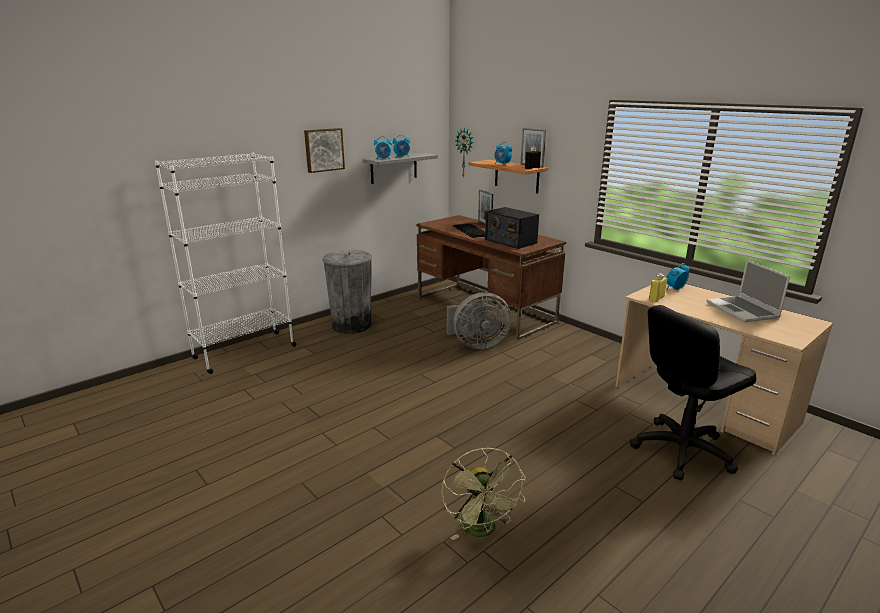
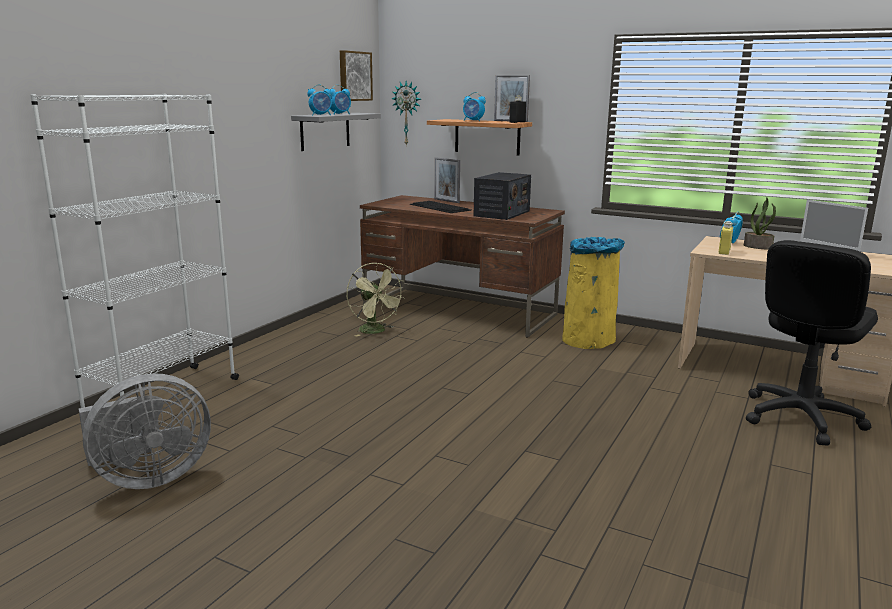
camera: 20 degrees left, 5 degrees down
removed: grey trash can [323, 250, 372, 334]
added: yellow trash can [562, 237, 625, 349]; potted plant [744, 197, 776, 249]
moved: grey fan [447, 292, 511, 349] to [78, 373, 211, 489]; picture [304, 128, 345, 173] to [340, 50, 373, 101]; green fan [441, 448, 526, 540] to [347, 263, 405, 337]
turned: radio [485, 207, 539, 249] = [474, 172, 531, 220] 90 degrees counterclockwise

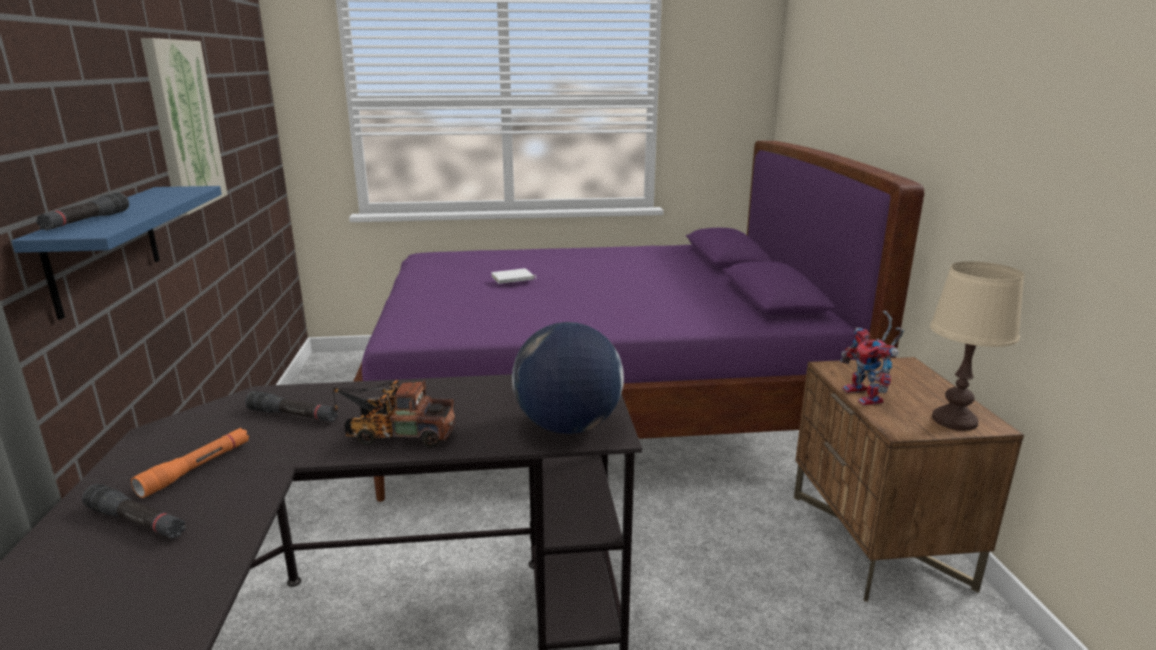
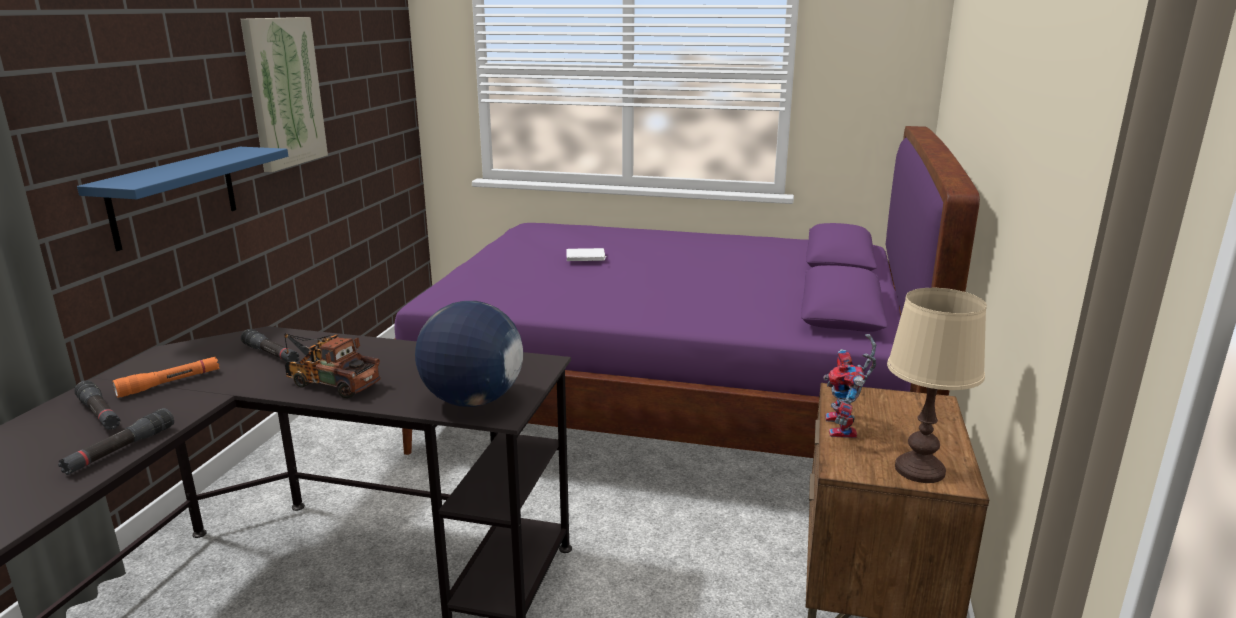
camera: 20 degrees right, 0 degrees up
moved: black flashlight [36, 193, 129, 230] to [58, 408, 174, 475]

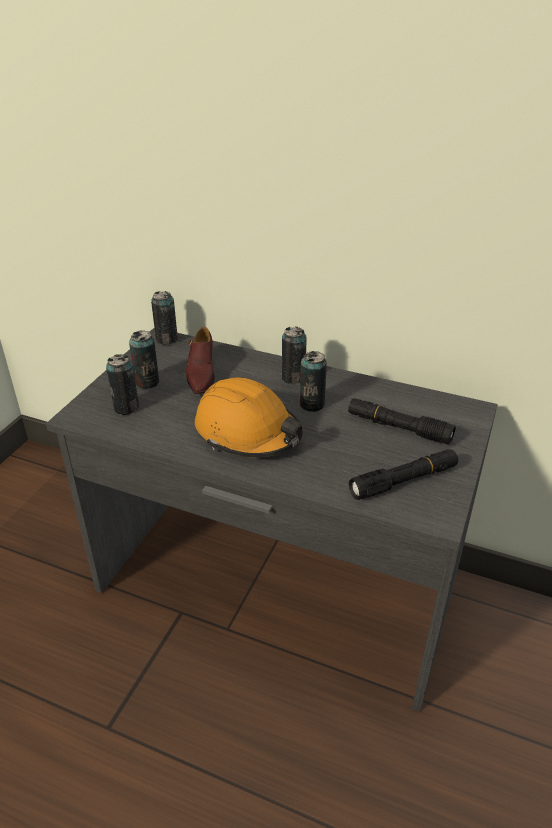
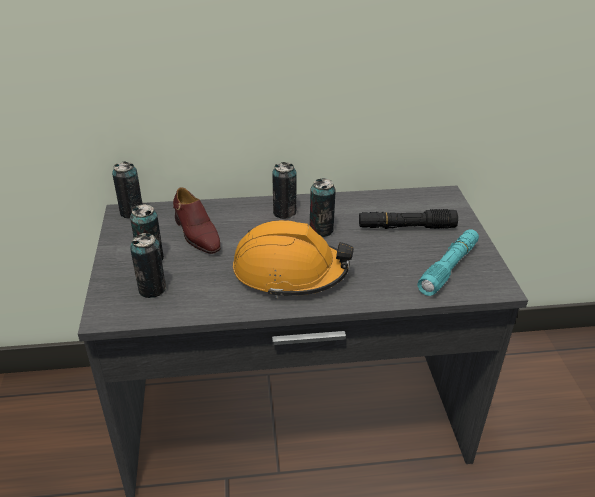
camera: 30 degrees left, 0 degrees up
recoloured: black flashlight [349, 449, 458, 500] to turquoise flashlight [418, 229, 479, 296]

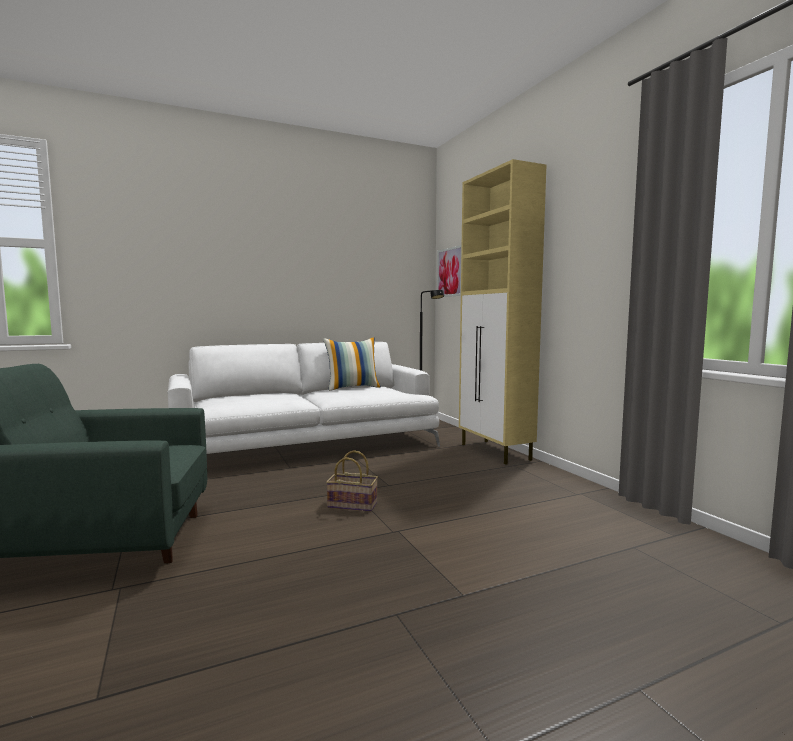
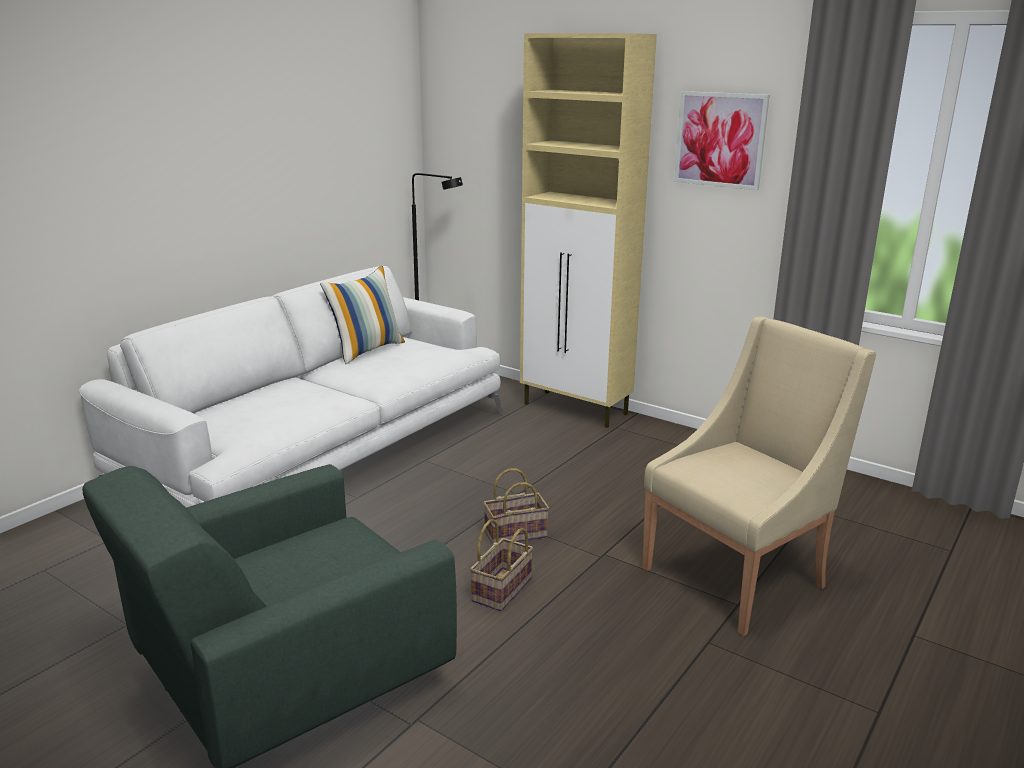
camera: 30 degrees left, 15 degrees up
added: basket [470, 519, 533, 611]; beige armchair [642, 317, 876, 636]
moved: picture [437, 245, 462, 297] to [674, 91, 770, 190]

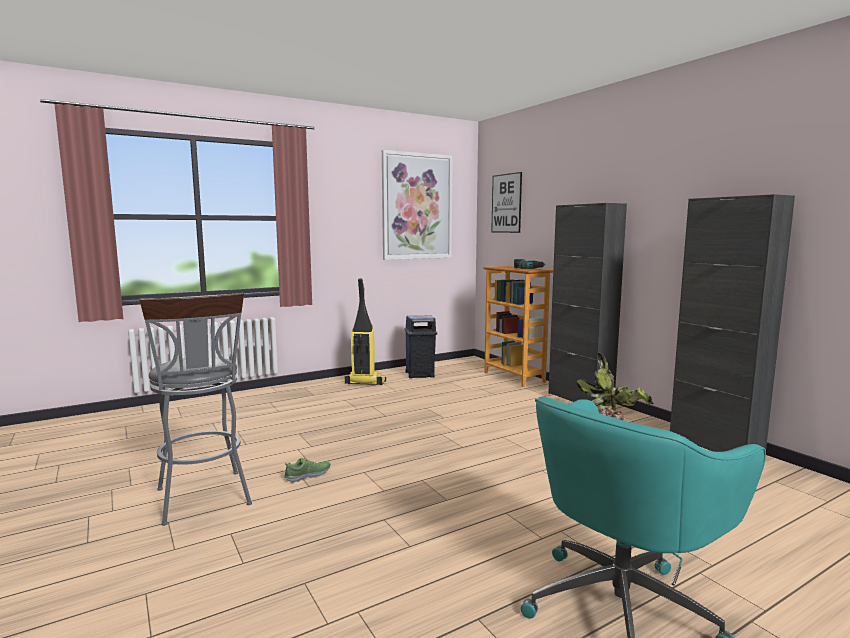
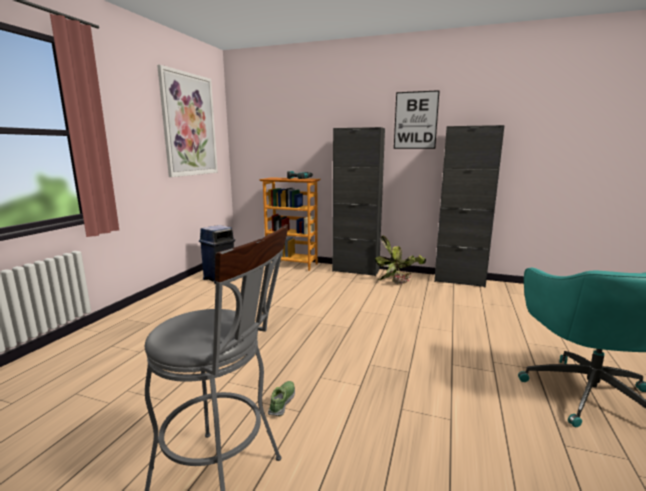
camera: 40 degrees left, 5 degrees up
removed: vacuum cleaner [345, 278, 386, 385]
moved: picture [491, 172, 522, 233] to [394, 90, 440, 149]

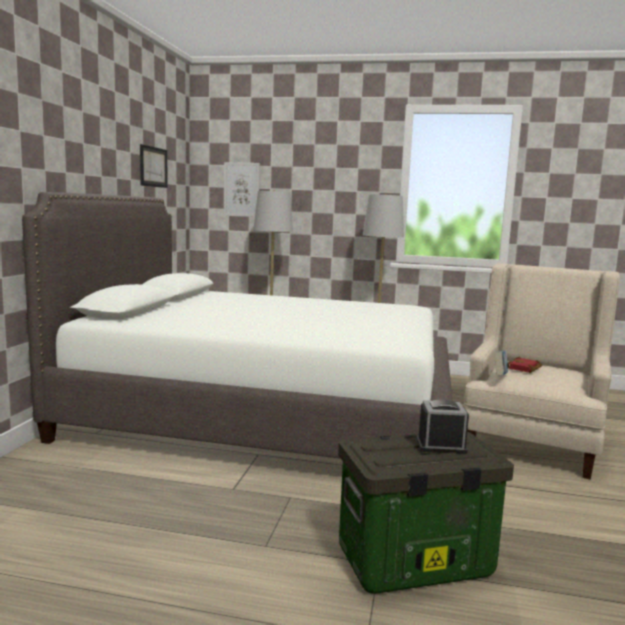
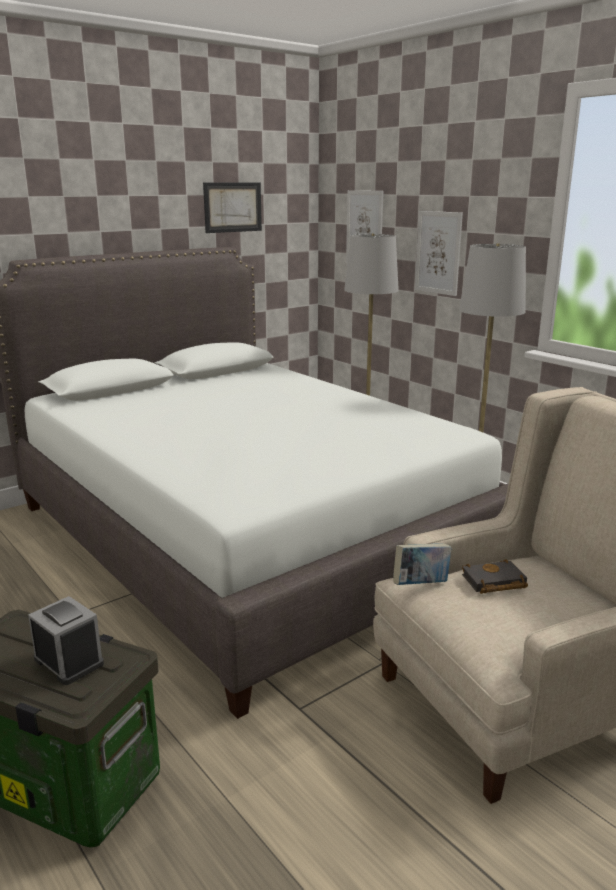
camera: 40 degrees right, 10 degrees up
added: picture [415, 211, 463, 296]
recoloured: red book [507, 357, 542, 373] to black book [462, 559, 528, 594]

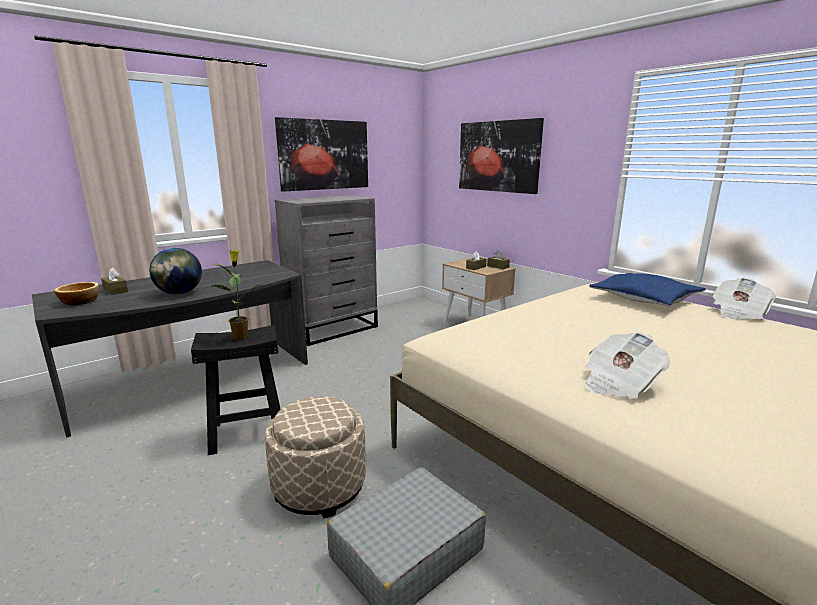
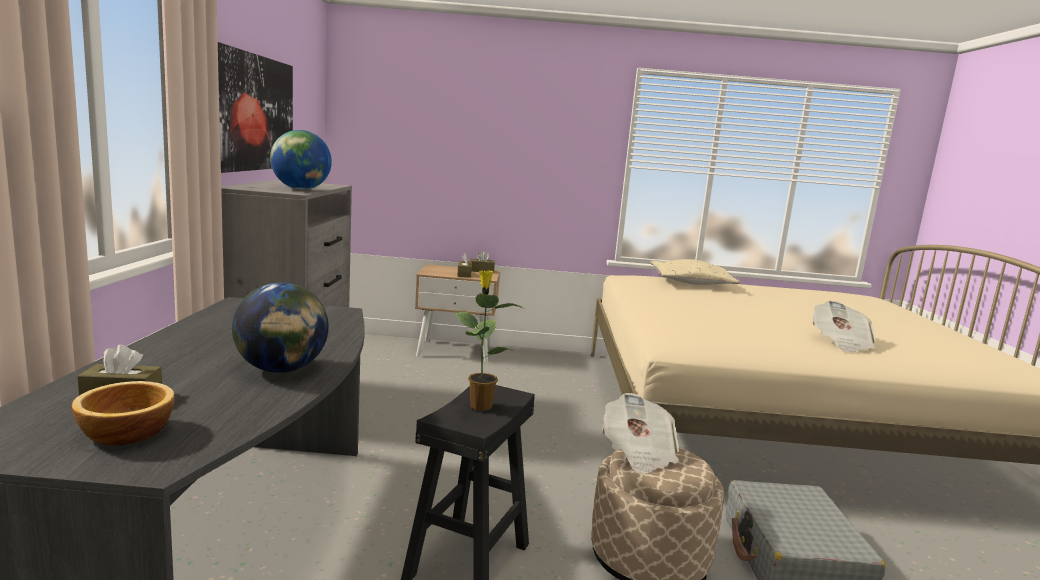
camera: 50 degrees left, 5 degrees down
removed: picture [459, 118, 544, 194]
added: globe [270, 130, 332, 190]
moved: newspaper [712, 278, 776, 320] to [602, 393, 679, 474]
recoloured: blue pillow [589, 273, 706, 306] to beige pillow [650, 259, 740, 285]

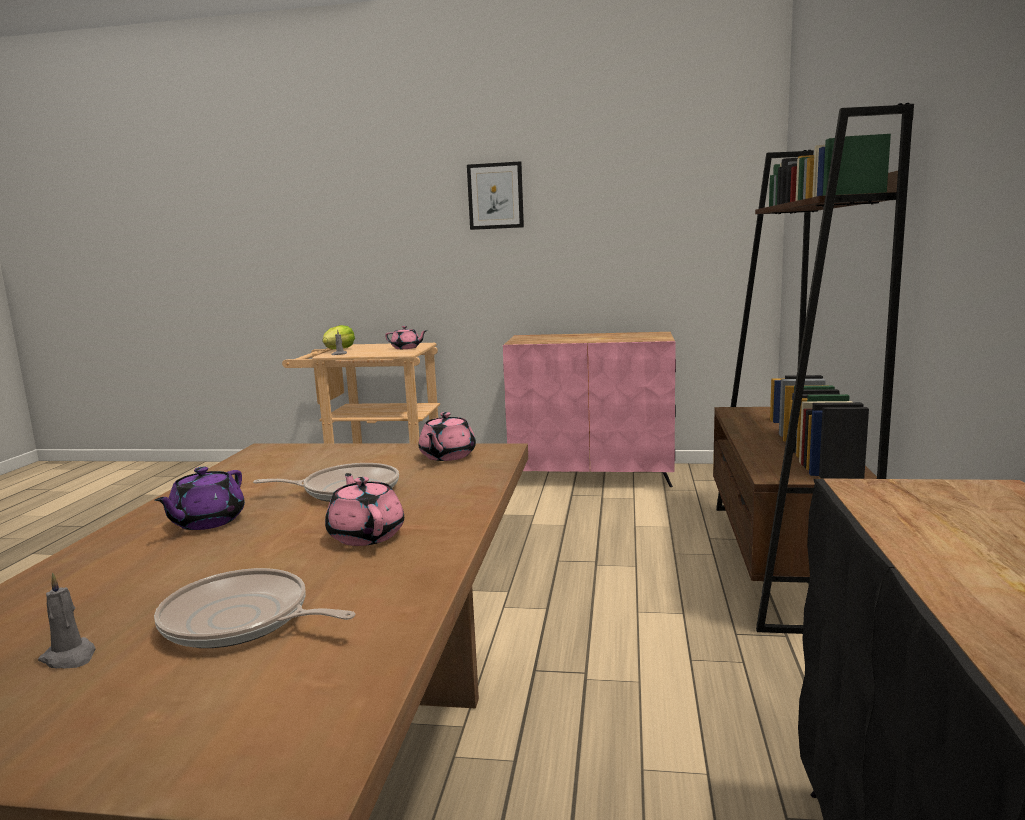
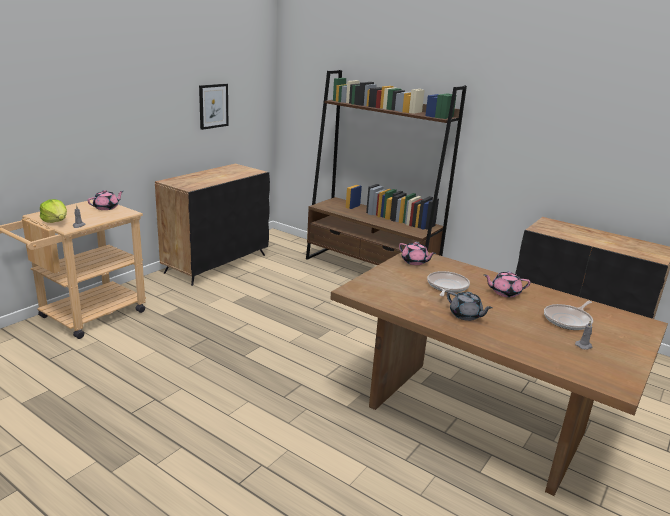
camera: 65 degrees left, 10 degrees up
moved: picture [467, 161, 524, 230] to [199, 84, 228, 130]
recoloured: pink cabinet [503, 332, 676, 487] to black cabinet [155, 164, 270, 286]; purple teapot [155, 467, 245, 530] to grey teapot [447, 292, 493, 321]

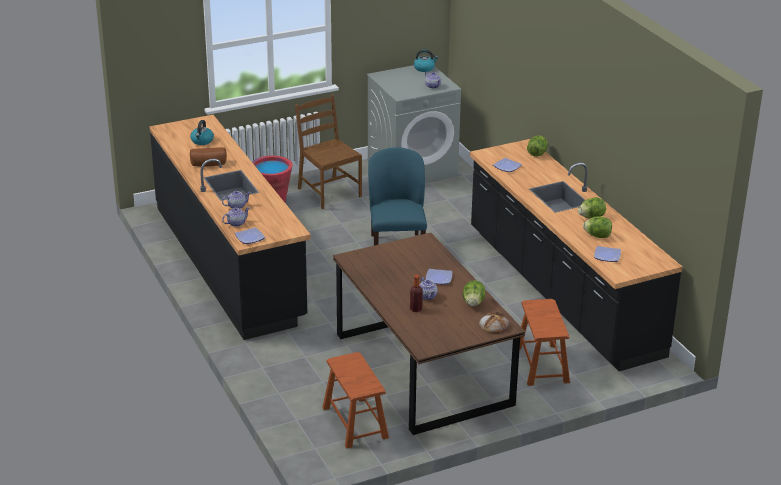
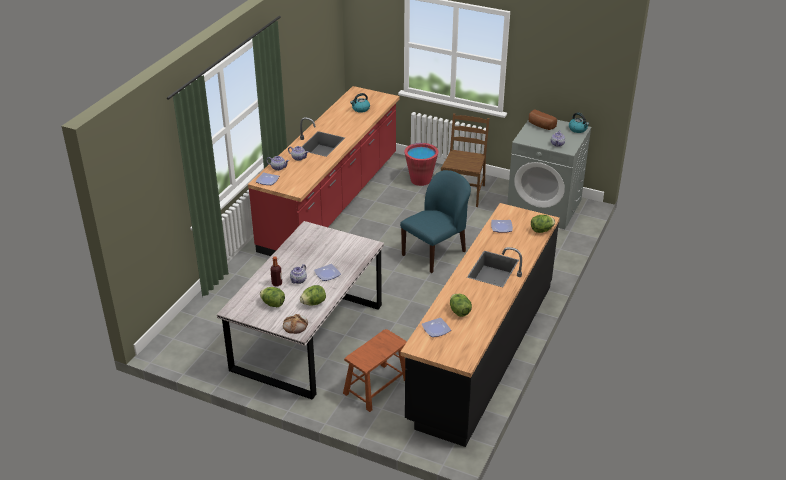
camera: 50 degrees right, 5 degrees up
removed: brown stool [322, 352, 389, 449]
moved: lettuce [578, 197, 606, 218] to [260, 287, 285, 307]; bread [190, 147, 227, 167] to [529, 109, 557, 130]
recoloured: brown dining table [333, 233, 525, 435] to grey dining table [217, 221, 384, 400]; black counter [149, 115, 311, 340] to red counter [248, 86, 400, 256]

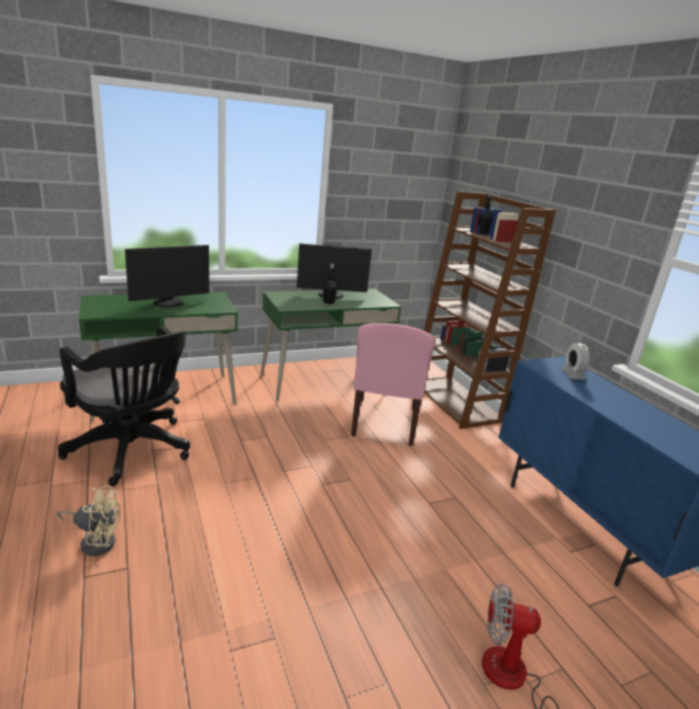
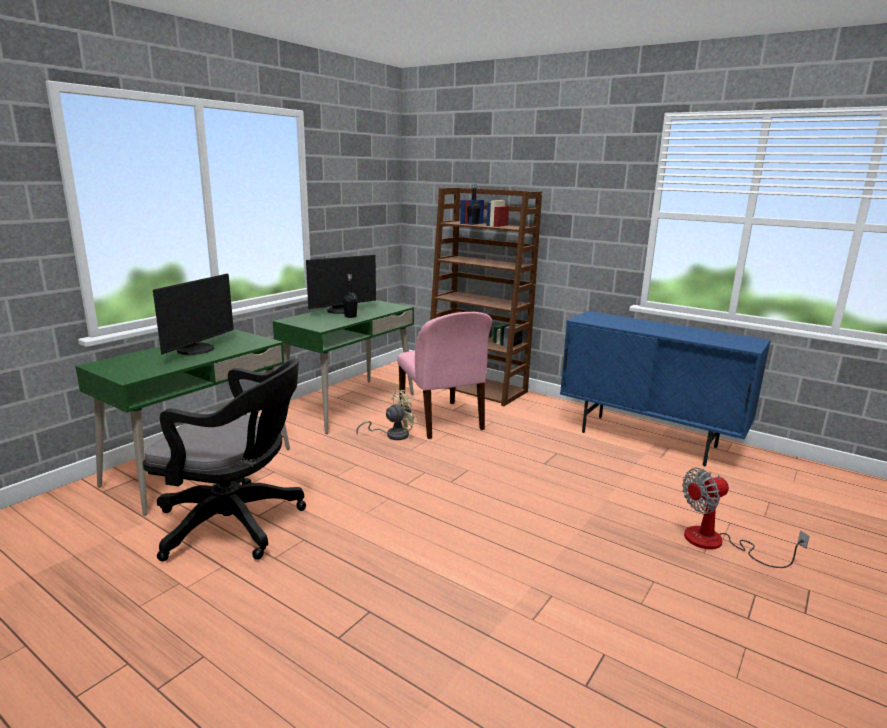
camera: 30 degrees left, 5 degrees down
removed: alarm clock [561, 343, 590, 380]
moved: beige fan [57, 485, 121, 556] to [356, 390, 418, 440]

